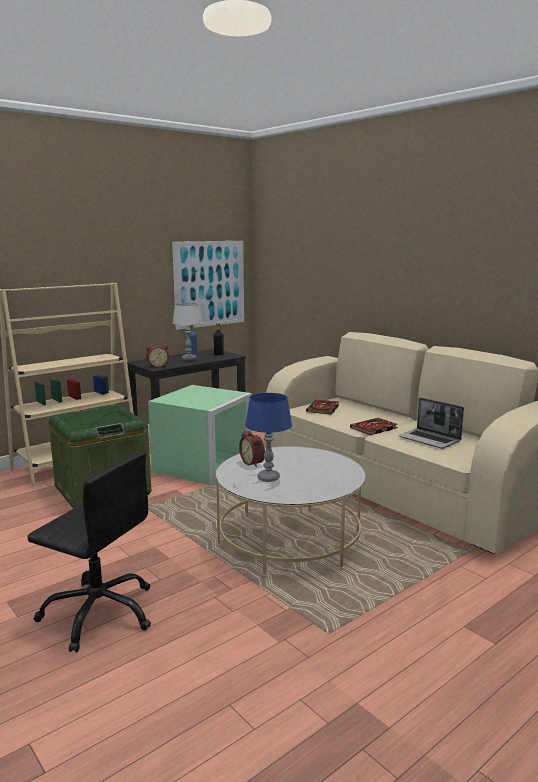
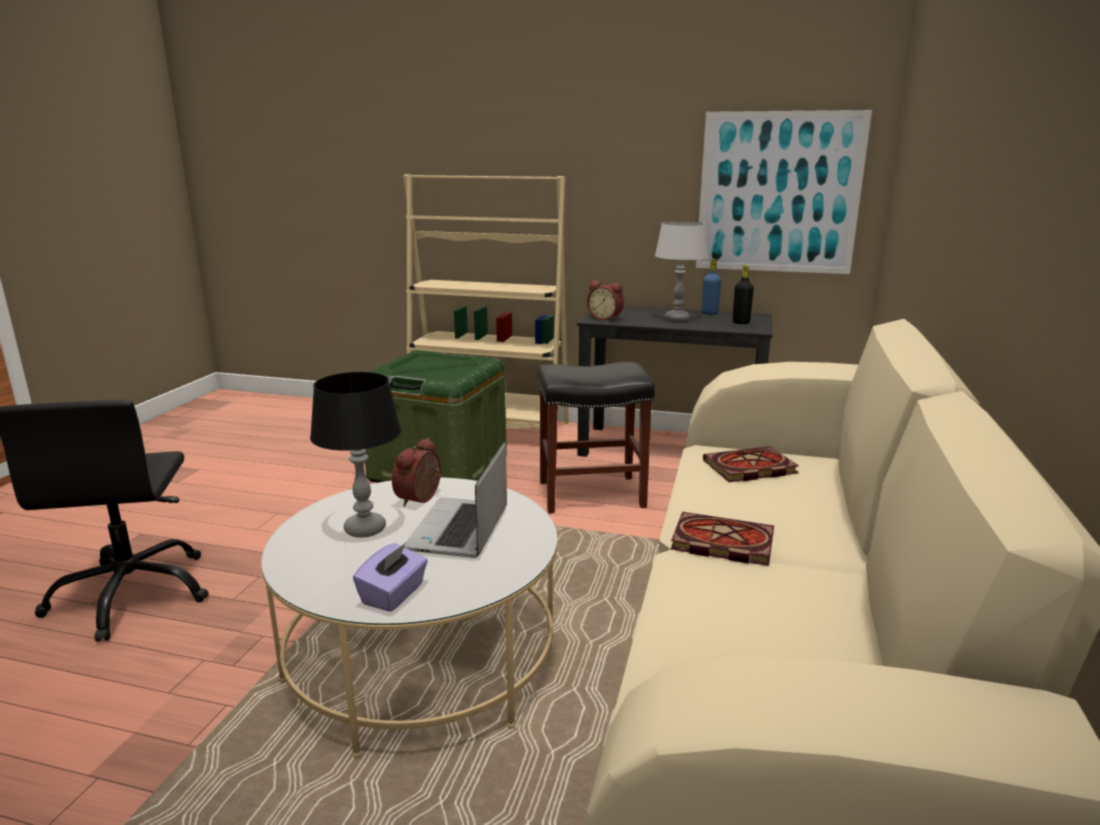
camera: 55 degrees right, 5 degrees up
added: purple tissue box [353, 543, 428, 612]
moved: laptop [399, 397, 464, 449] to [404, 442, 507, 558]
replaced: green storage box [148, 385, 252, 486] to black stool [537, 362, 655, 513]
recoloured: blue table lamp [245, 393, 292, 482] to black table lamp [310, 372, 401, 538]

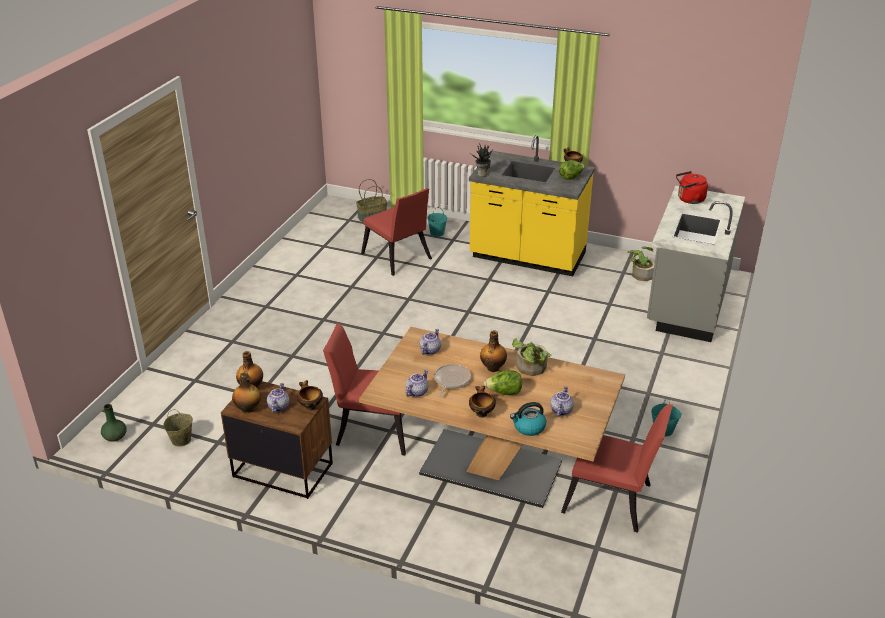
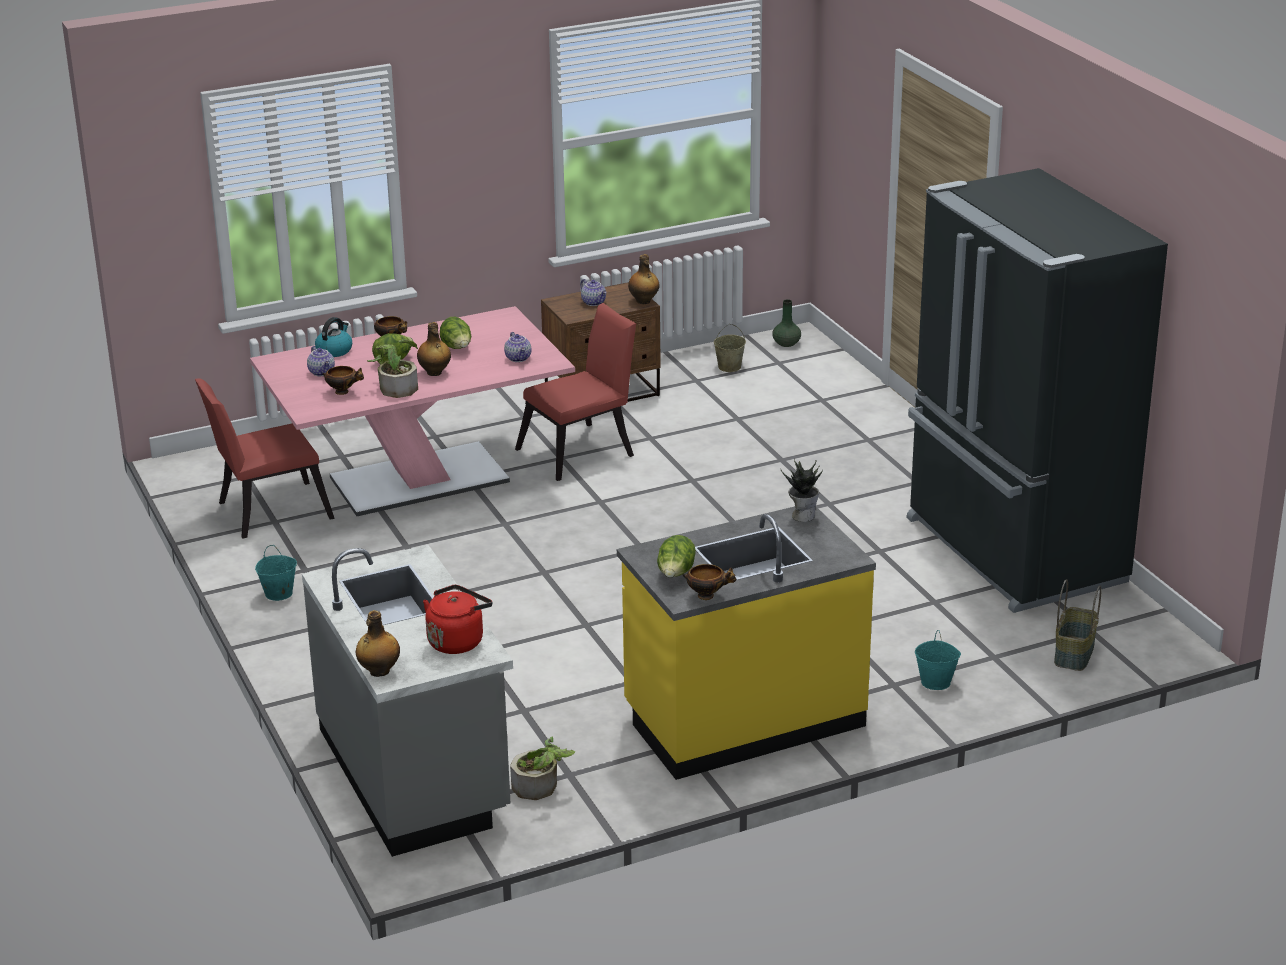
camera: 135 degrees right, 5 degrees down
removed: red chair [361, 188, 432, 276]; teapot [406, 370, 428, 397]
added: black fridge [907, 168, 1168, 613]
moved: bowl [297, 380, 323, 411] to [323, 366, 364, 395]; bottle [232, 372, 261, 413] to [356, 610, 400, 677]
replaced: frying pan [434, 364, 471, 396] to lettuce [440, 317, 471, 349]
recoloured: brown dining table [359, 327, 625, 508] to pink dining table [250, 306, 575, 516]

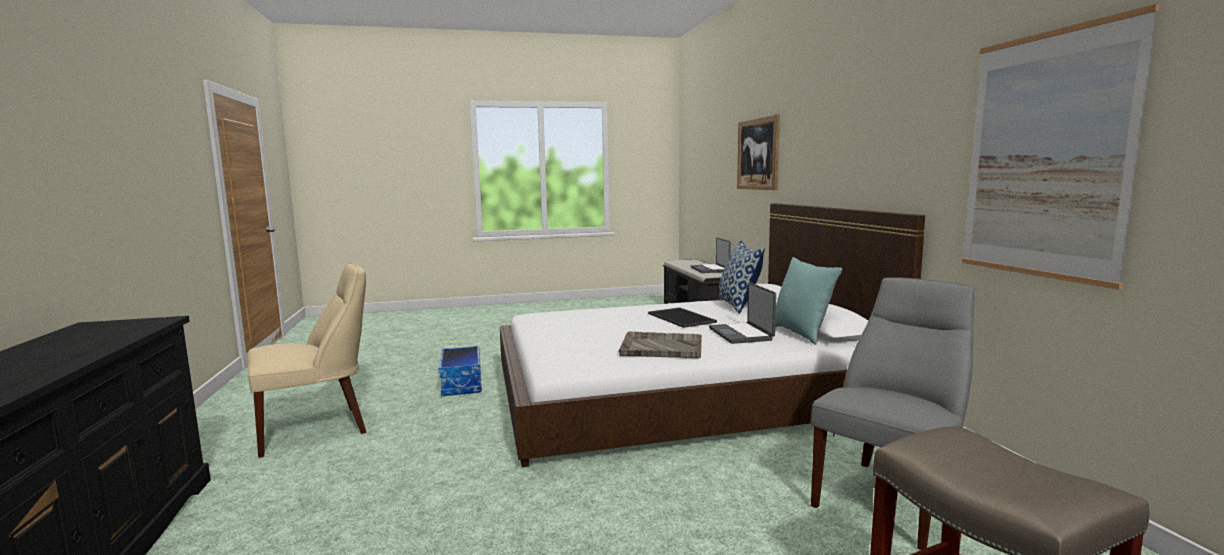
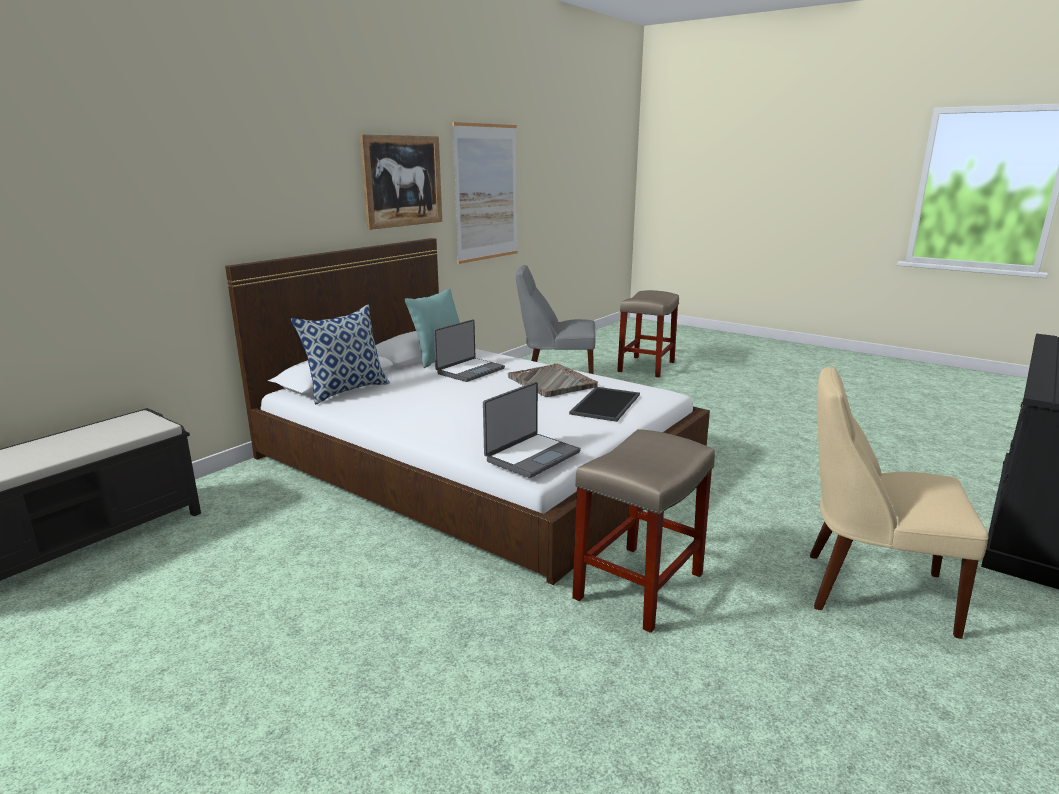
camera: 130 degrees left, 10 degrees up
moved: picture [737, 114, 780, 190] to [360, 134, 442, 230]; laptop [691, 238, 731, 273] to [483, 382, 581, 478]; tray [648, 307, 717, 328] to [569, 387, 640, 422]
replaced: storage box [438, 346, 482, 396] to beige stool [572, 429, 715, 633]

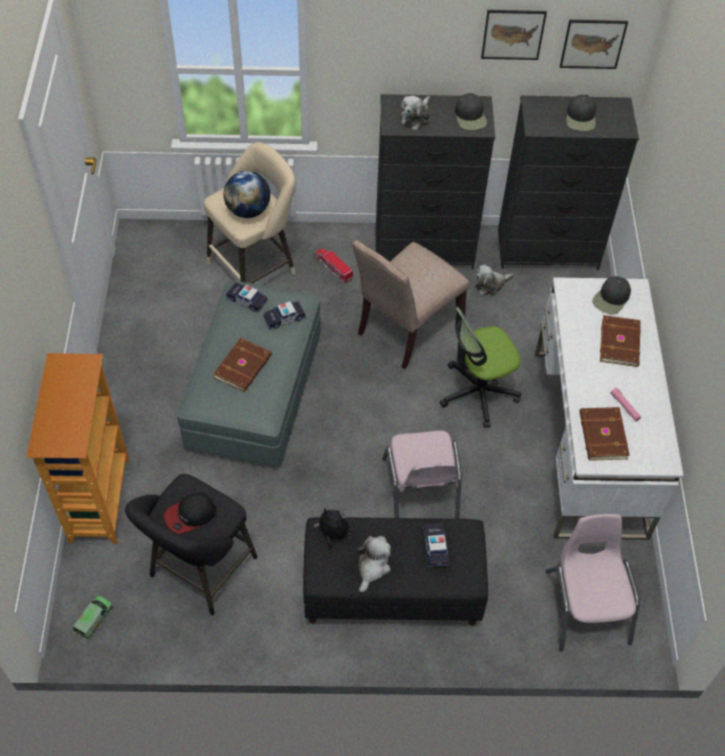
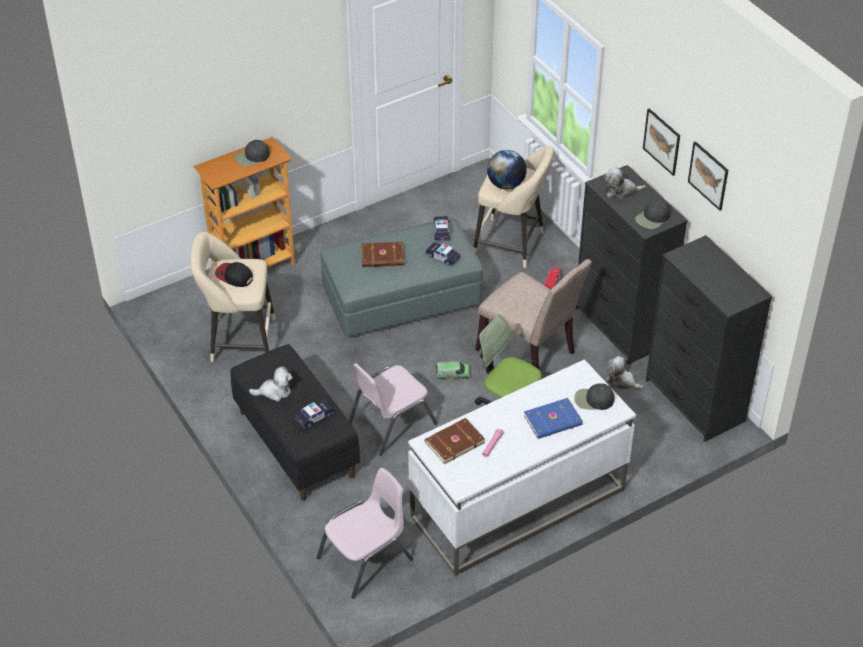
camera: 60 degrees right, 10 degrees down
removed: plush toy [314, 508, 349, 548]
moved: black cap [566, 95, 596, 131] to [235, 140, 270, 166]; toy truck [73, 595, 113, 640] to [435, 362, 470, 380]; picture [560, 20, 628, 69] to [643, 108, 680, 176]
recoloured: black stool [125, 474, 257, 615] to beige stool [190, 232, 276, 362]; brown book [600, 315, 641, 367] to blue book [524, 398, 583, 439]
turned: beige chair [352, 240, 470, 369] = [475, 259, 592, 369] 150 degrees counterclockwise

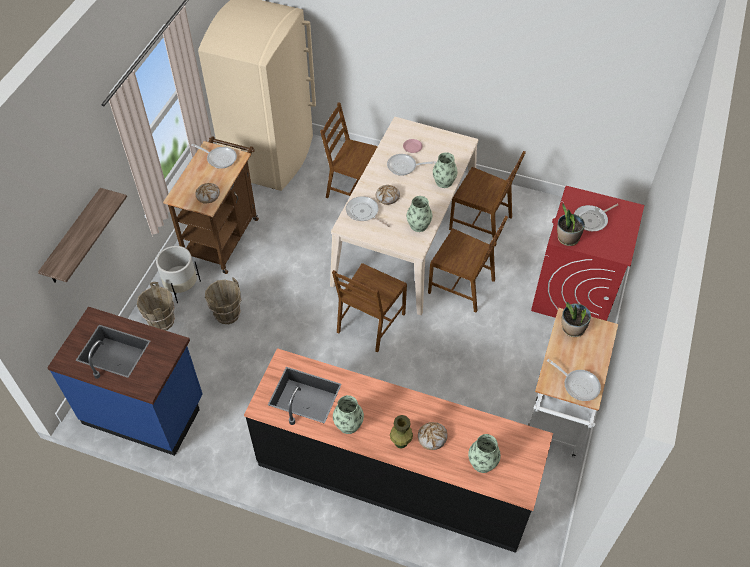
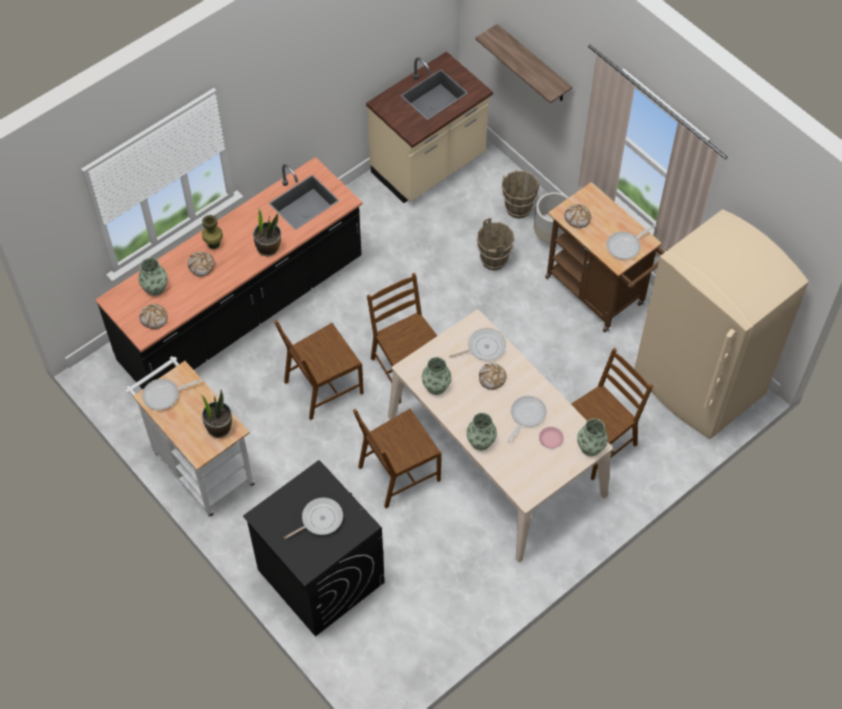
camera: 120 degrees right, 5 degrees up
added: bread [139, 304, 168, 329]
moved: potted plant [557, 204, 585, 246] to [253, 208, 281, 256]; brown chair [449, 151, 526, 246] to [274, 320, 364, 420]; vase [333, 395, 364, 434] to [577, 418, 608, 456]
recoloured: red washing machine [531, 186, 644, 321] to black washing machine [243, 460, 385, 637]; blue counter [47, 307, 203, 456] to beige counter [366, 51, 493, 203]
turned: frying pan [574, 204, 618, 231] = [284, 497, 343, 539] 60 degrees clockwise

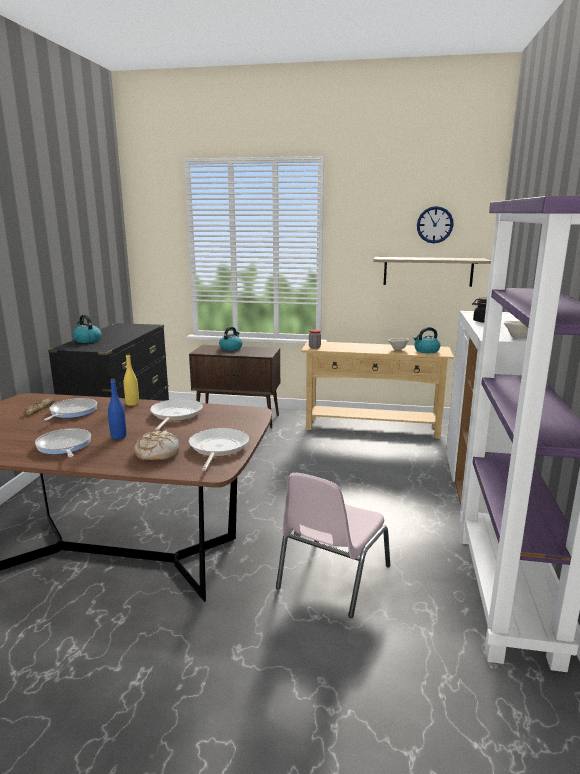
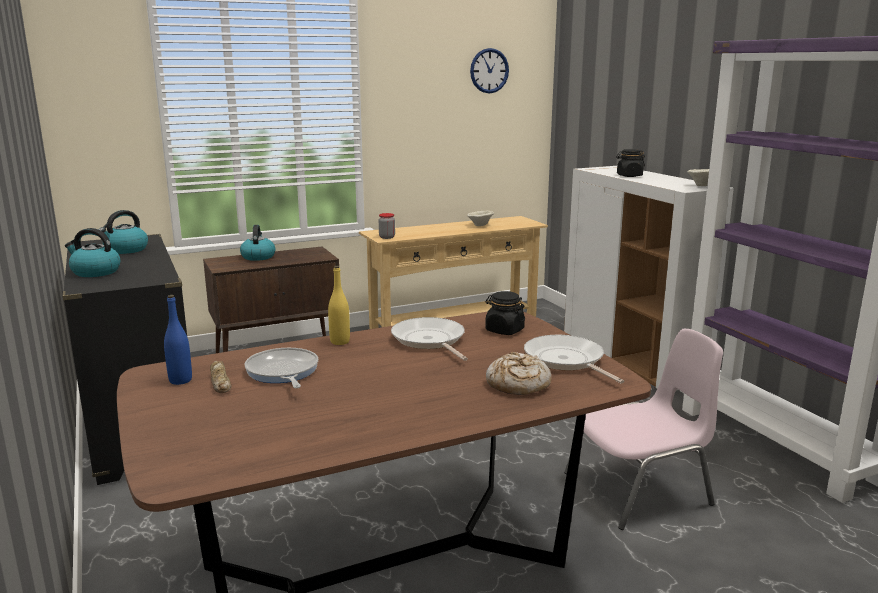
camera: 35 degrees left, 0 degrees up
removed: frying pan [35, 428, 91, 457]; shelf [373, 257, 491, 287]
added: black jar [485, 291, 525, 335]
moved: kettle [414, 327, 440, 353] to [98, 210, 148, 254]; blue bottle [108, 379, 126, 439] to [164, 295, 192, 385]
turned: pink chair [276, 473, 390, 618] = [564, 329, 723, 530] 105 degrees counterclockwise

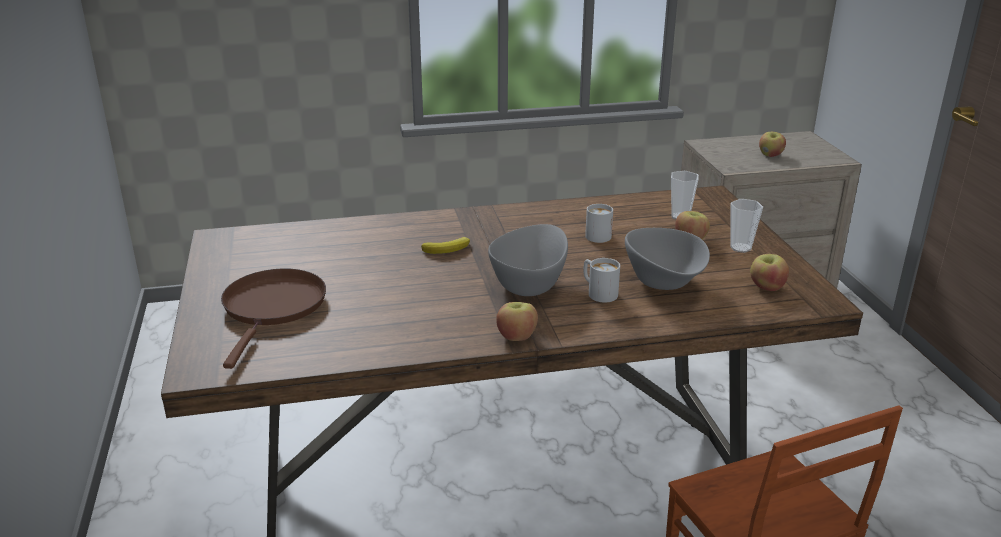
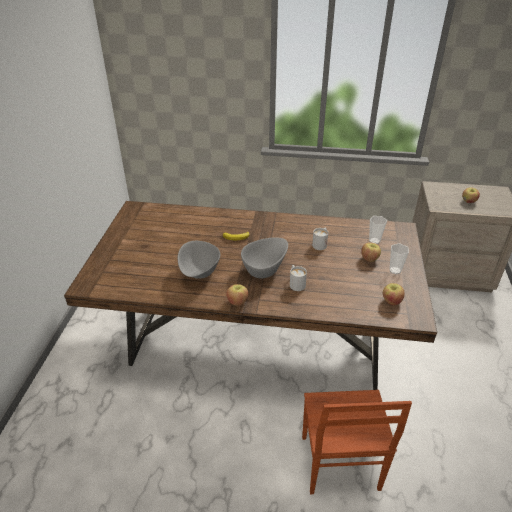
camera: 20 degrees right, 10 degrees up
removed: brown frying pan [221, 269, 326, 369]
moved: grey bowl [625, 228, 710, 290] to [178, 241, 220, 279]

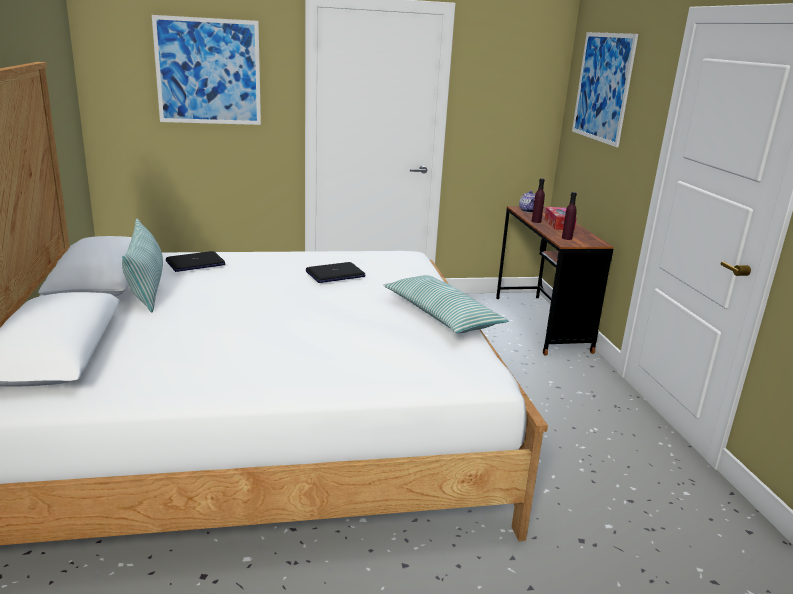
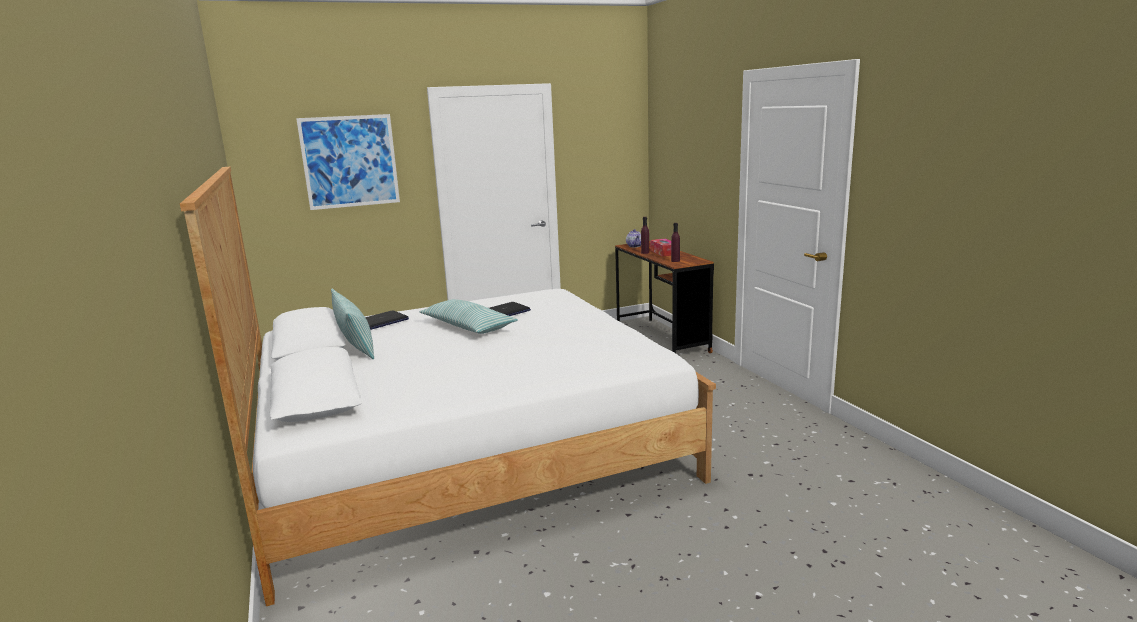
camera: 10 degrees left, 5 degrees down
removed: picture [572, 32, 638, 147]
moved: pillow [383, 275, 508, 333] to [419, 299, 518, 334]

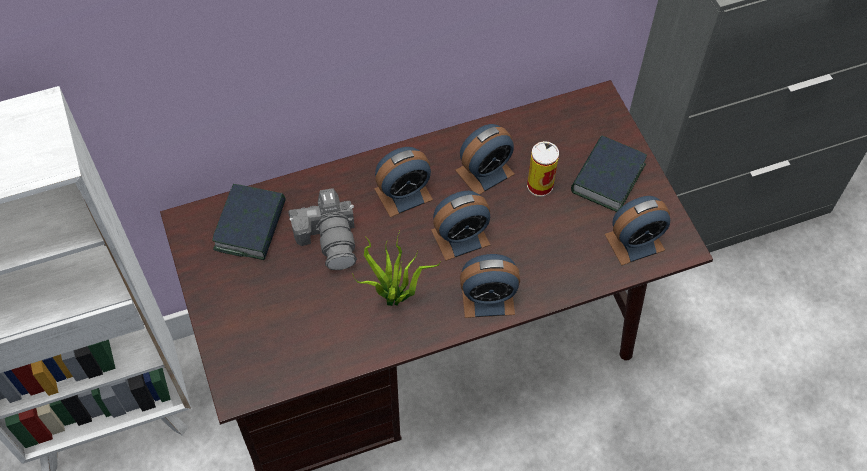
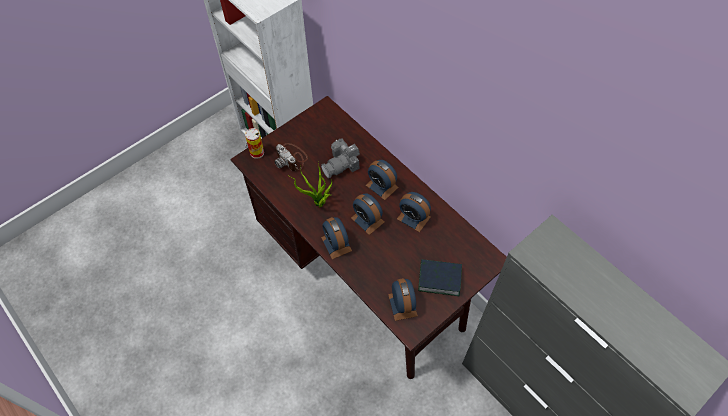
camera: 70 degrees right, 0 degrees up
removed: book [212, 184, 286, 260]
added: photo camera [274, 143, 308, 171]
moved: can [527, 141, 559, 197] to [245, 128, 264, 159]
turned: alarm clock [605, 196, 670, 266] = [388, 278, 418, 321] 150 degrees counterclockwise

